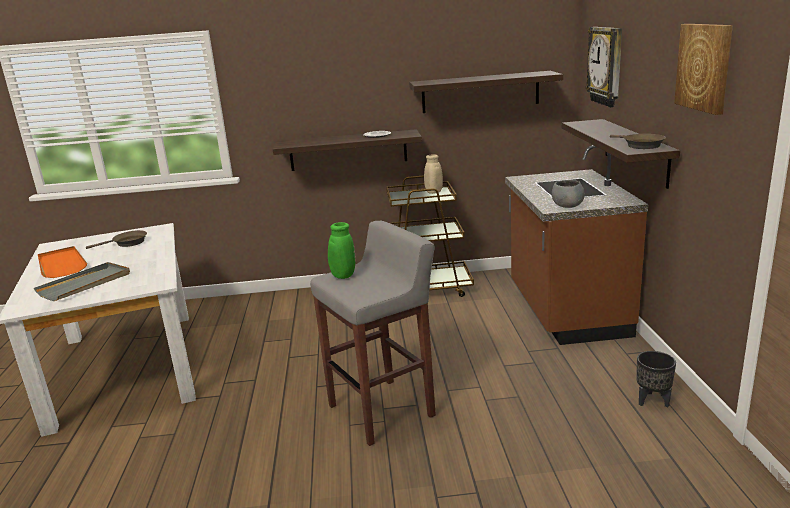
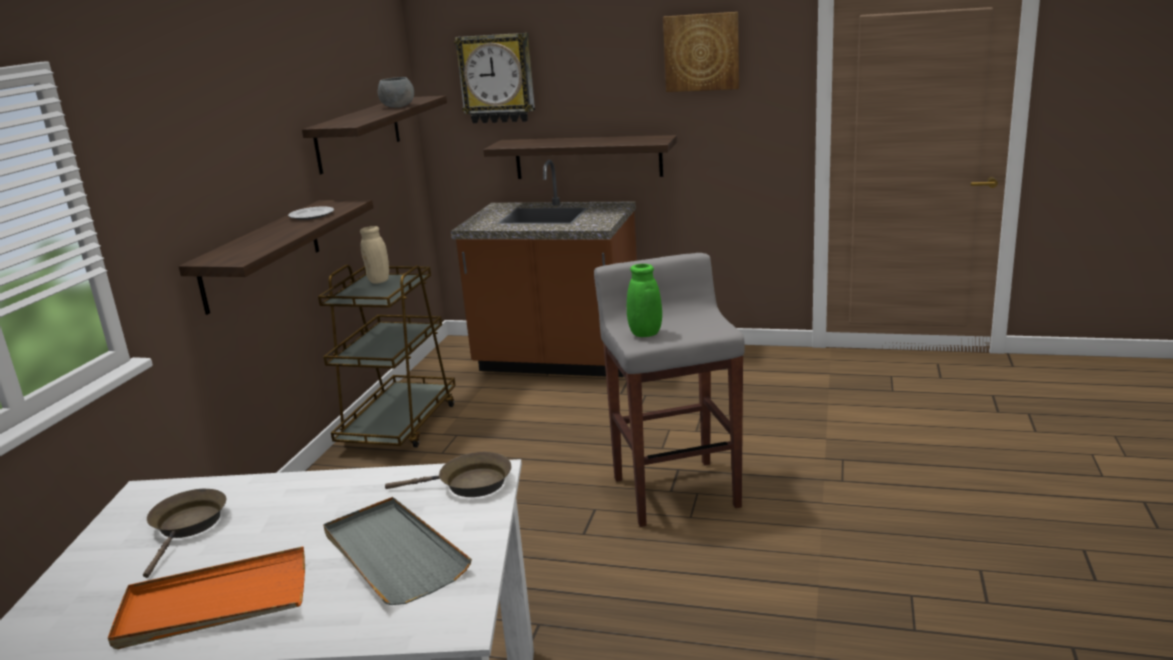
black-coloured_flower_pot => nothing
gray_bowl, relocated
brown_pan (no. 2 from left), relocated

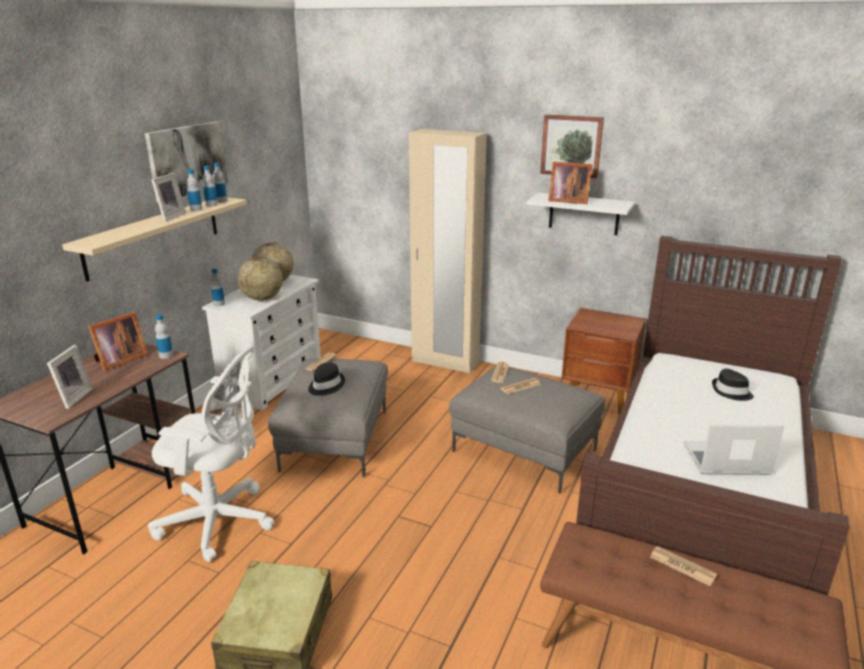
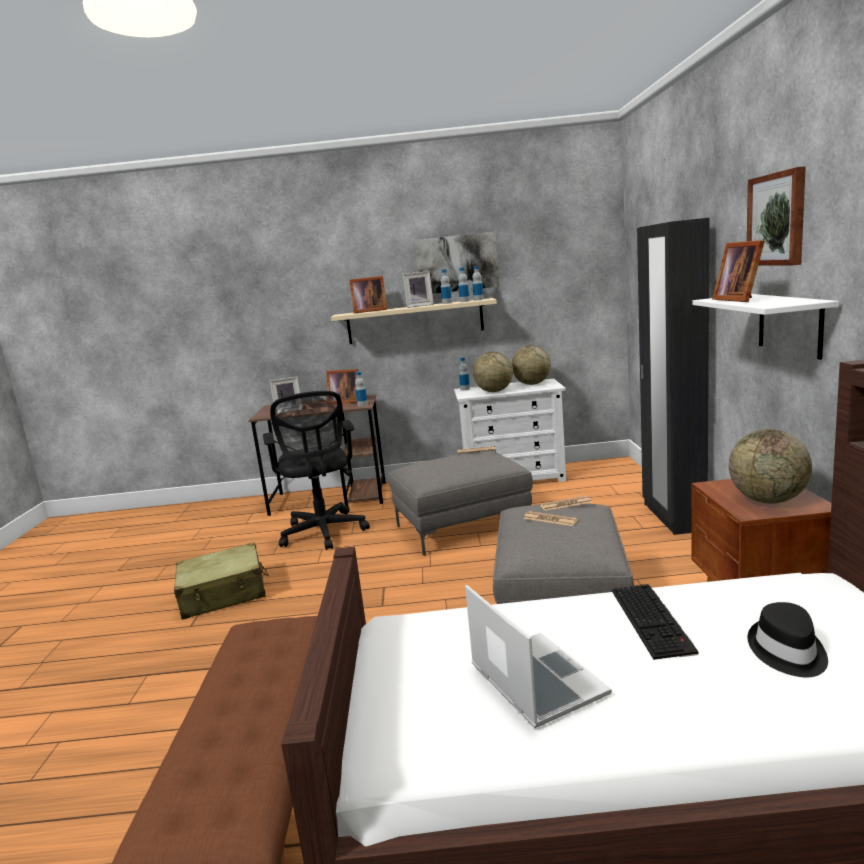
black-coloured_wearable_hat (no. 1 from left) => nothing
printed_paper (no. 4 from left) => nothing
nothing => picture_frame (no. 3 from left)
nothing => keyboard
nothing => globe (no. 3 from left)
white-coloured_office_chair => black-coloured_office_chair
sand-coloured_armoire => black-coloured_armoire

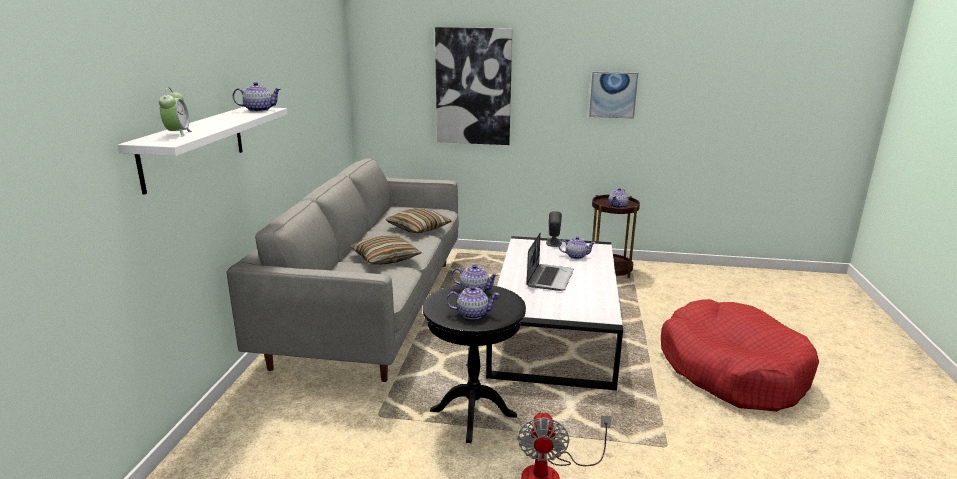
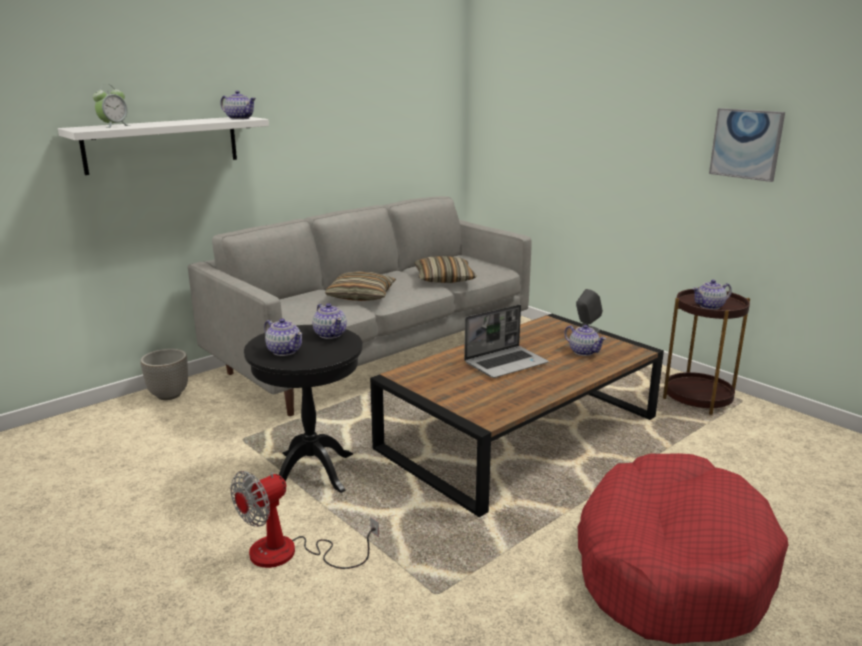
wall_picture (no. 1 from left) => nothing
nothing => flower_pot
white-coloured_low_table => brown_low_table

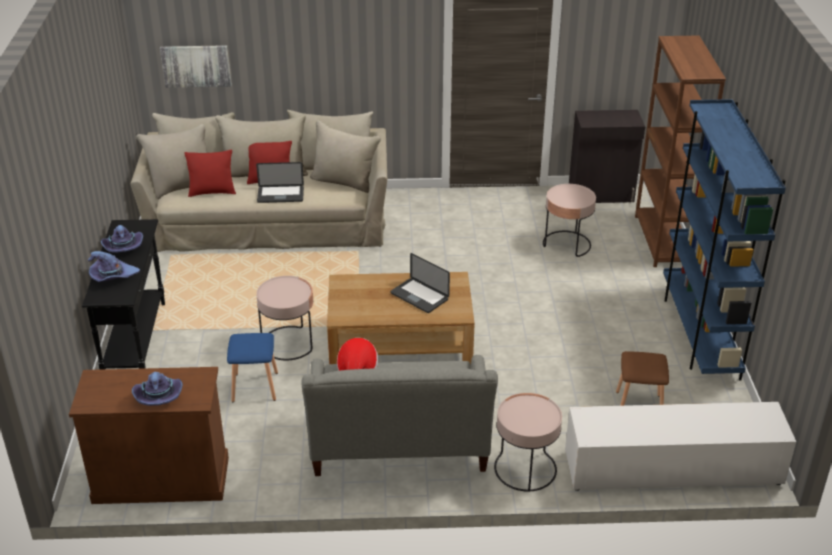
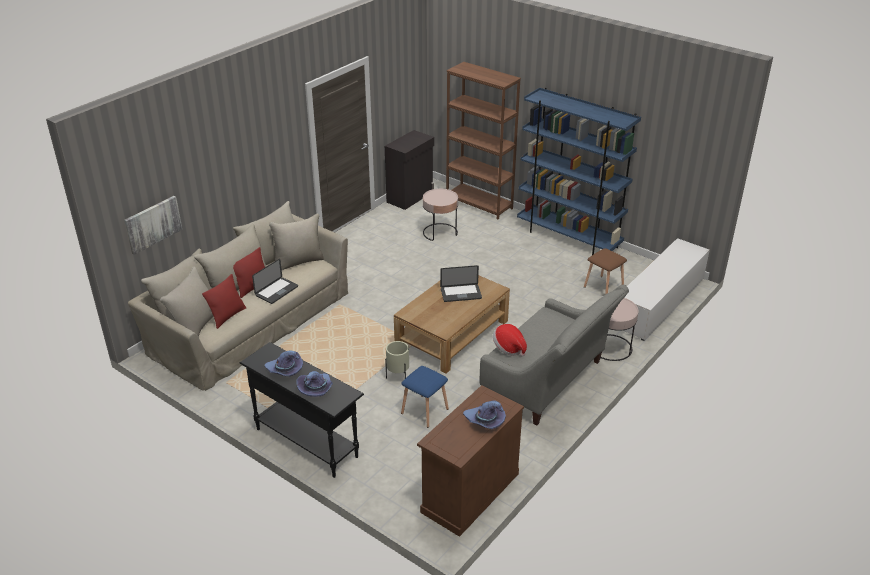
pinkish_end_table (no. 1 from left) => sand-coloured_flower_pot

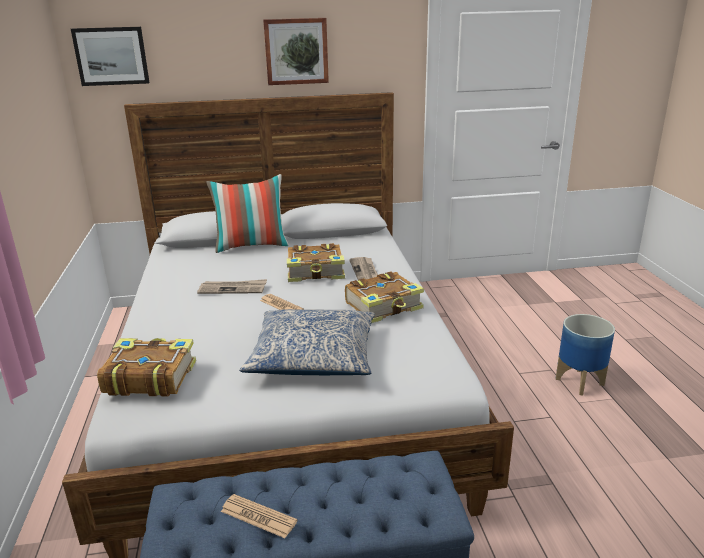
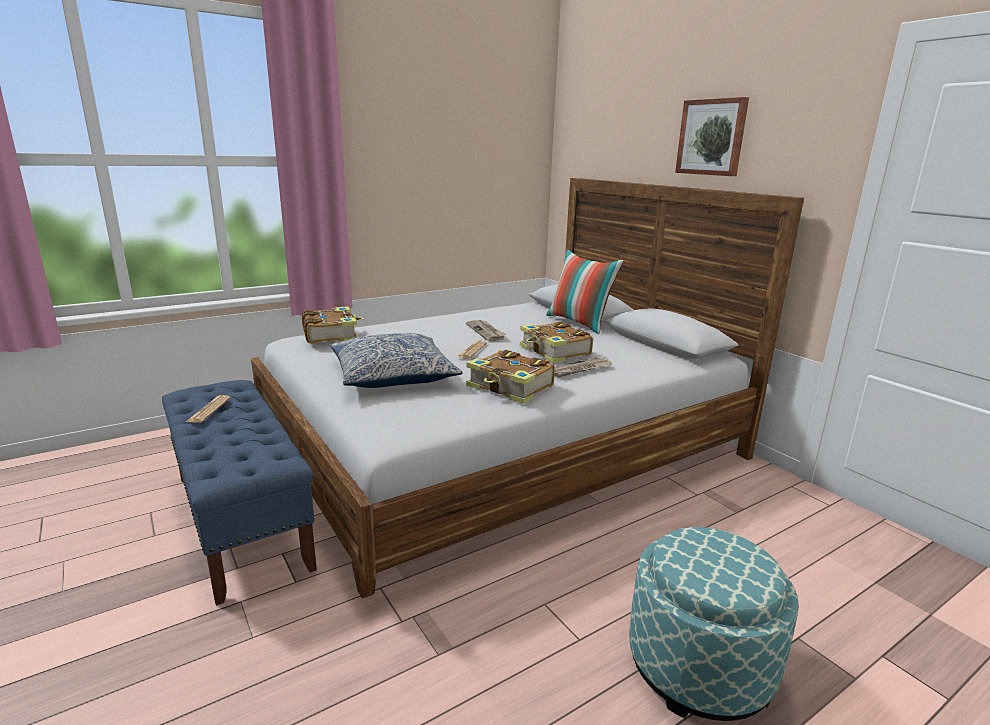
wall_picture (no. 1 from left) => nothing
flower_pot => ottoman

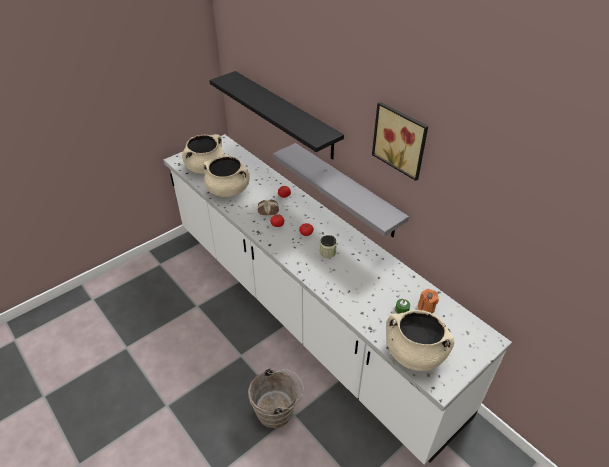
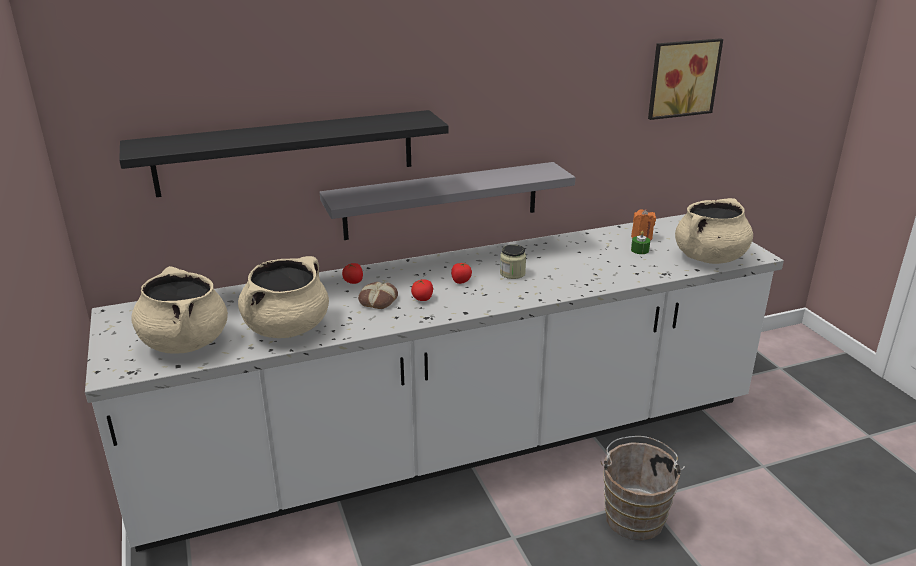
wall_picture, relocated

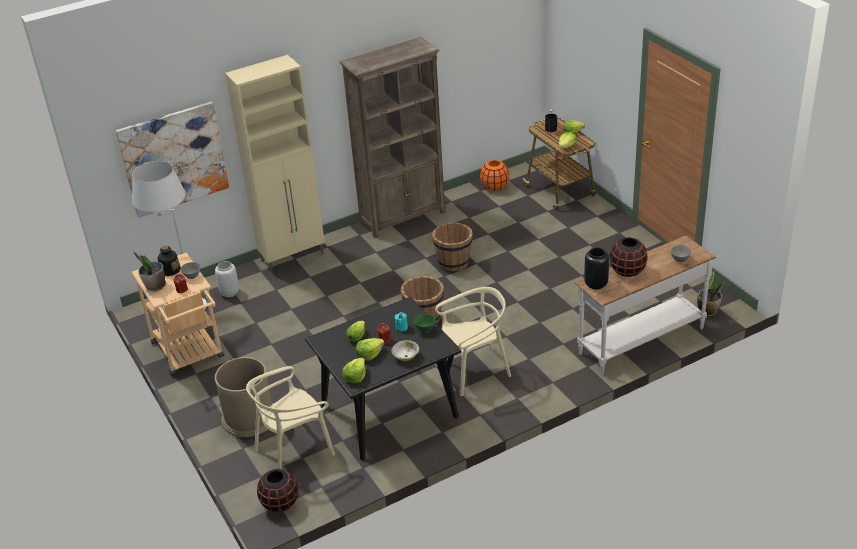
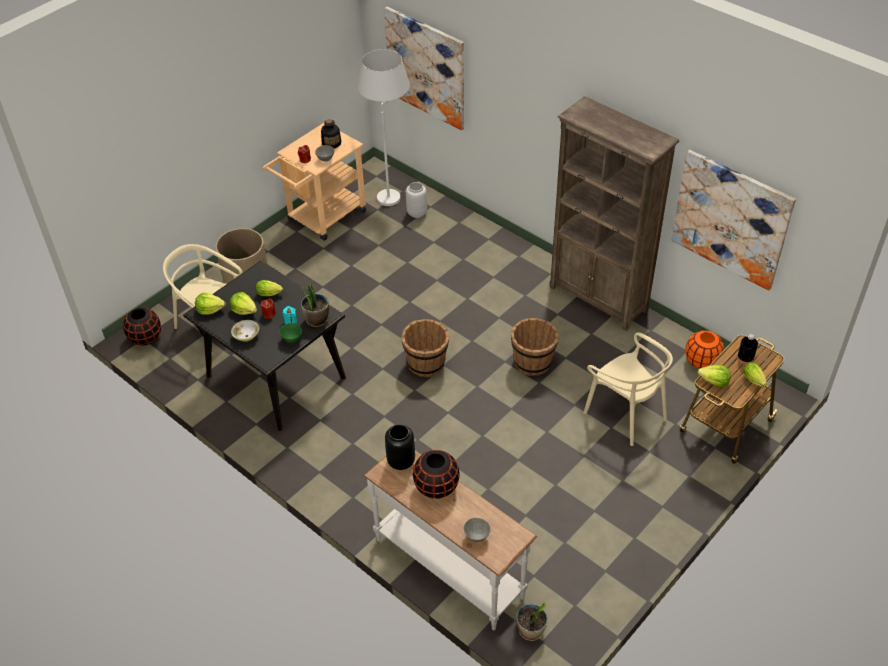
sand-coloured_cabinet => nothing
nothing => wall_picture (no. 2 from left)
potted_plant (no. 1 from left), relocated
sand-coloured_upright_chair (no. 2 from left), relocated

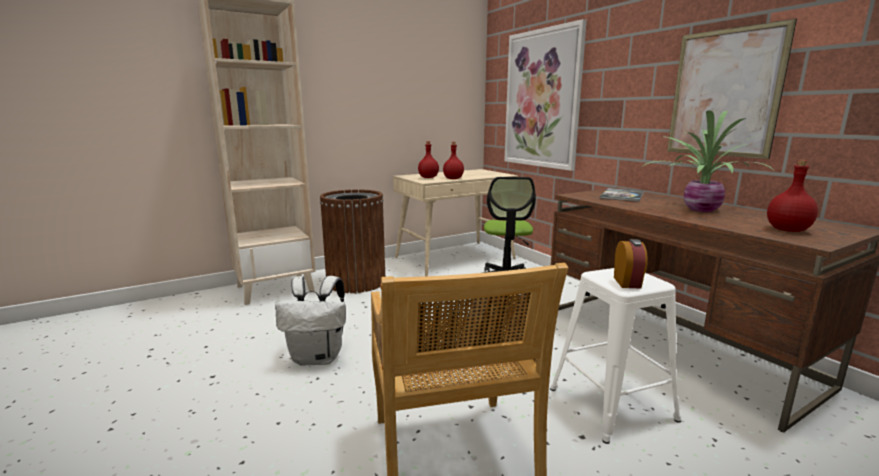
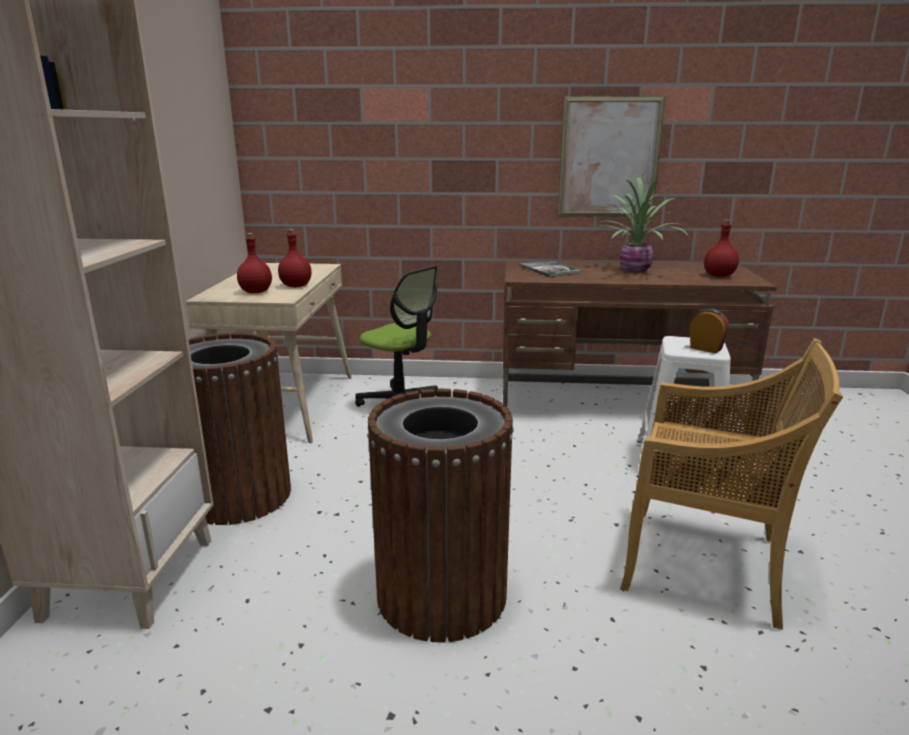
wall_picture (no. 1 from left) => nothing
white-coloured_rucksack => brown_trash_can (no. 2 from left)

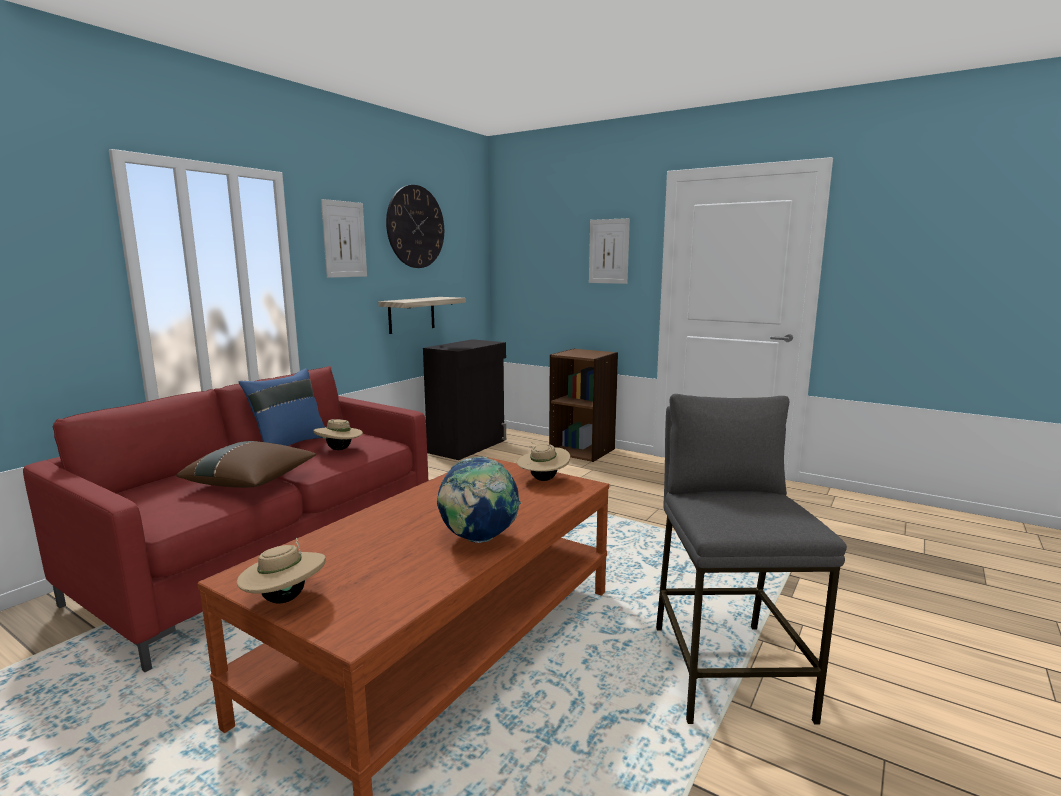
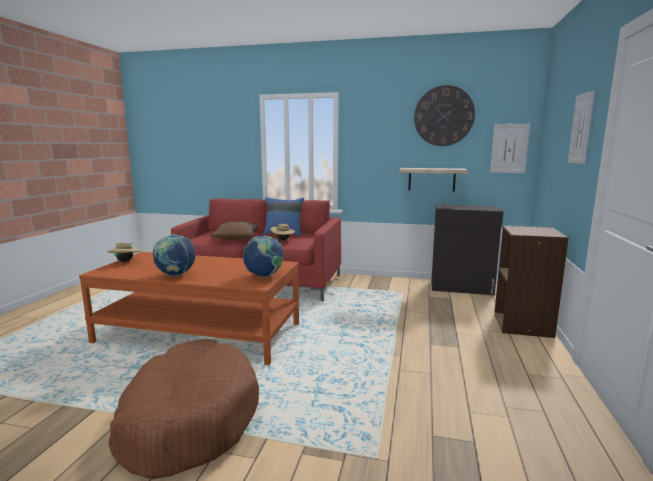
wall_picture (no. 1 from left), relocated
sand-coloured_wearable_hat (no. 3 from left) => globe (no. 2 from left)
gray_sitting_stool => brown_pet_bed

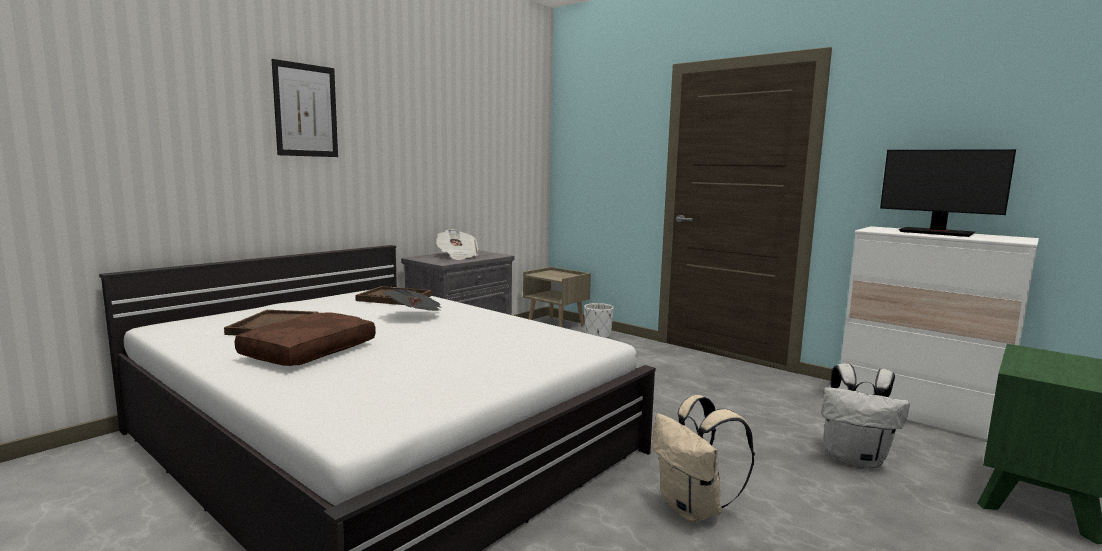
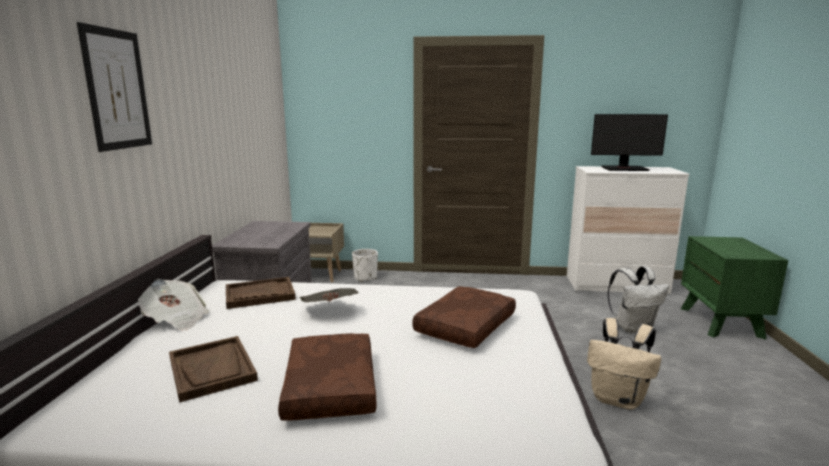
nothing => brown_pillow (no. 2 from left)
printed_paper (no. 2 from left in the first image) => printed_paper (no. 1 from left), relocated

